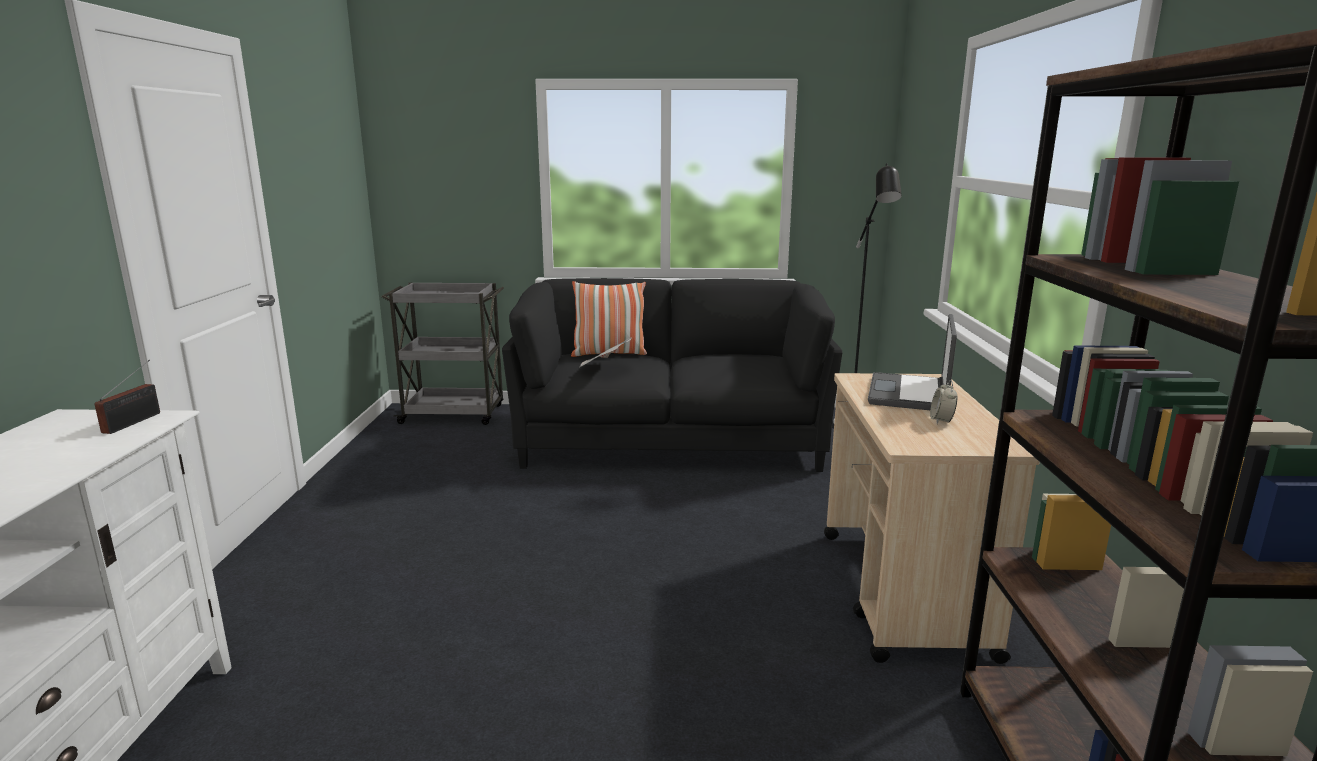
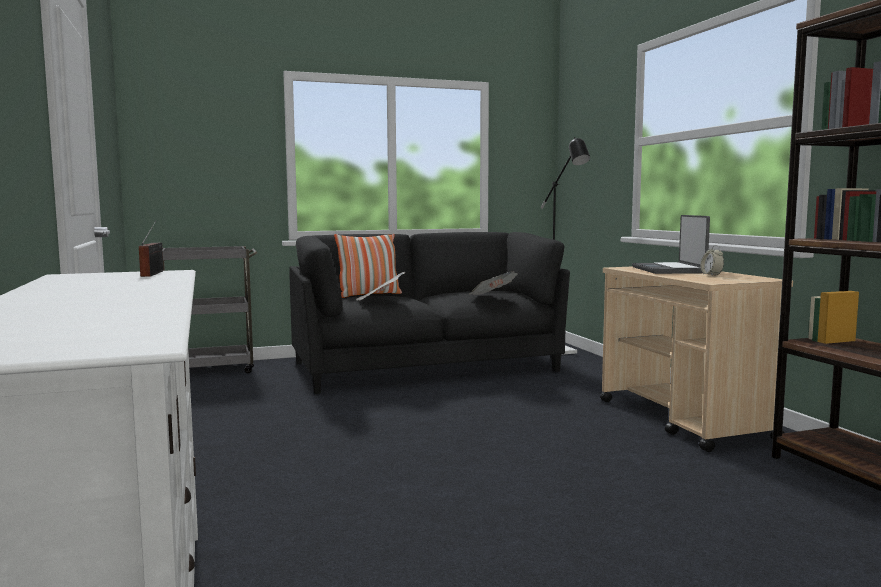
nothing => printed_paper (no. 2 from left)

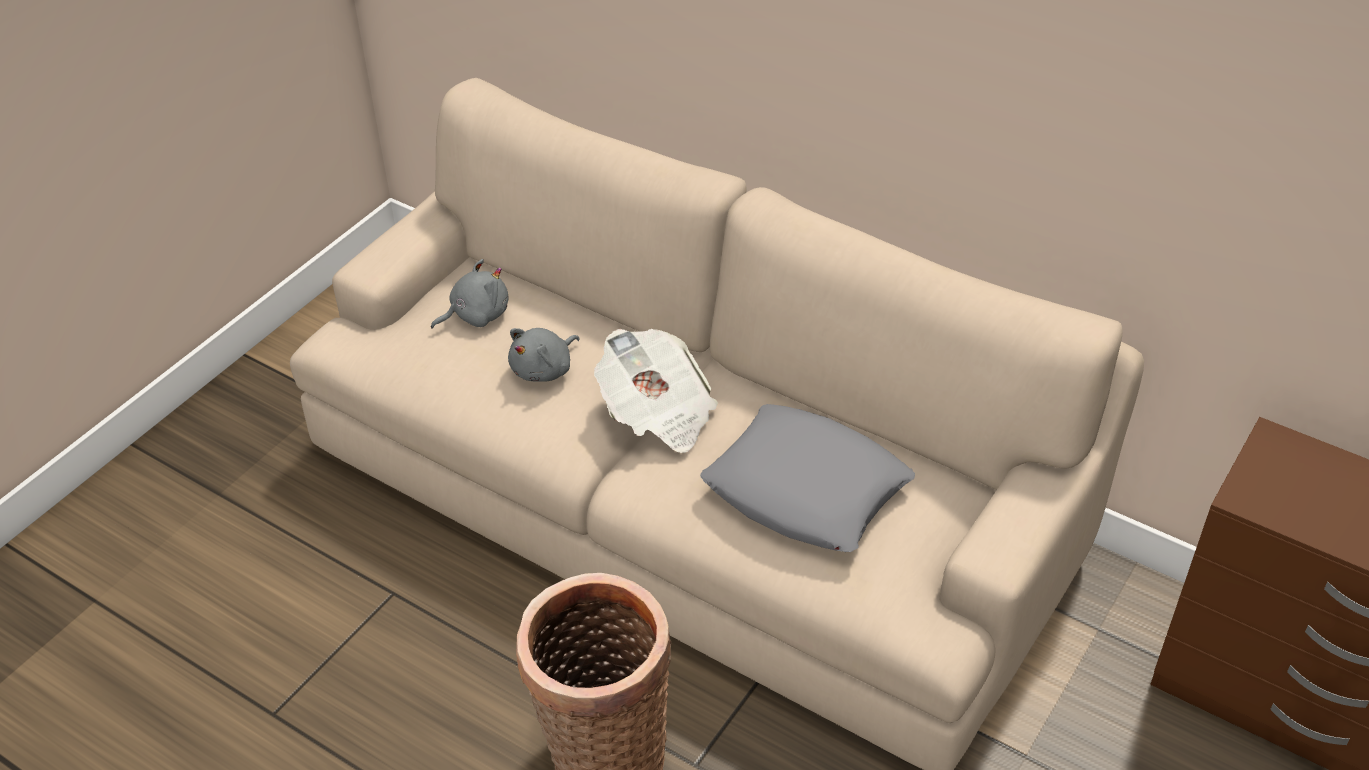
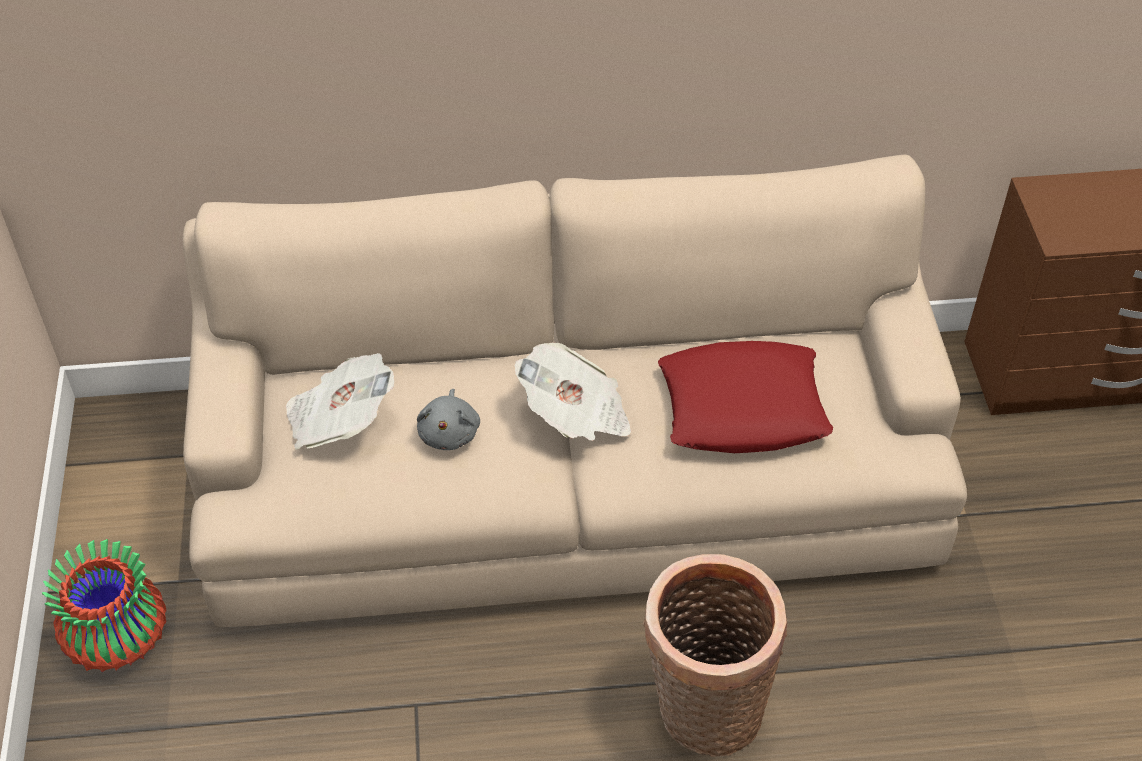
nothing => decorative_vase
gray_cuddly_toy (no. 1 from left) => printed_paper (no. 1 from left)
gray_pillow => red-coloured_pillow

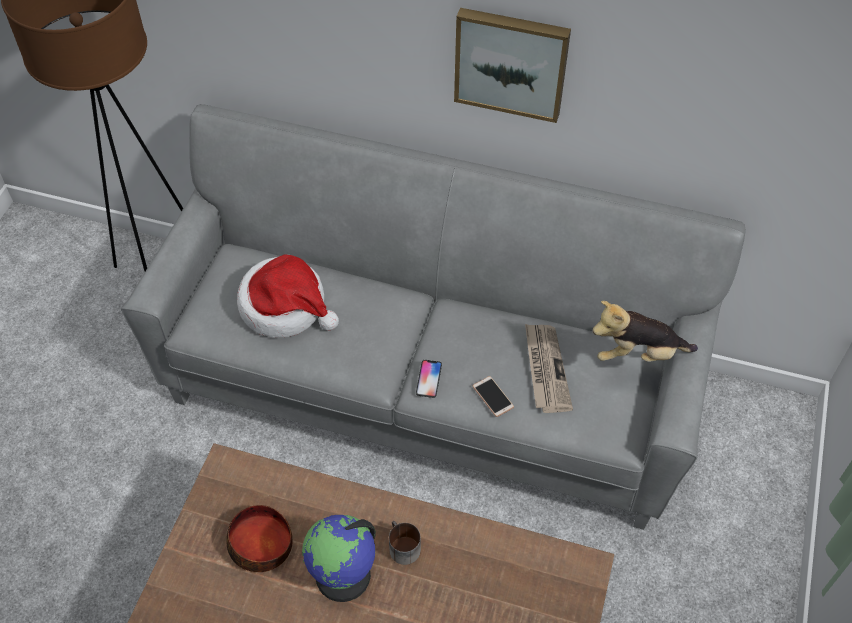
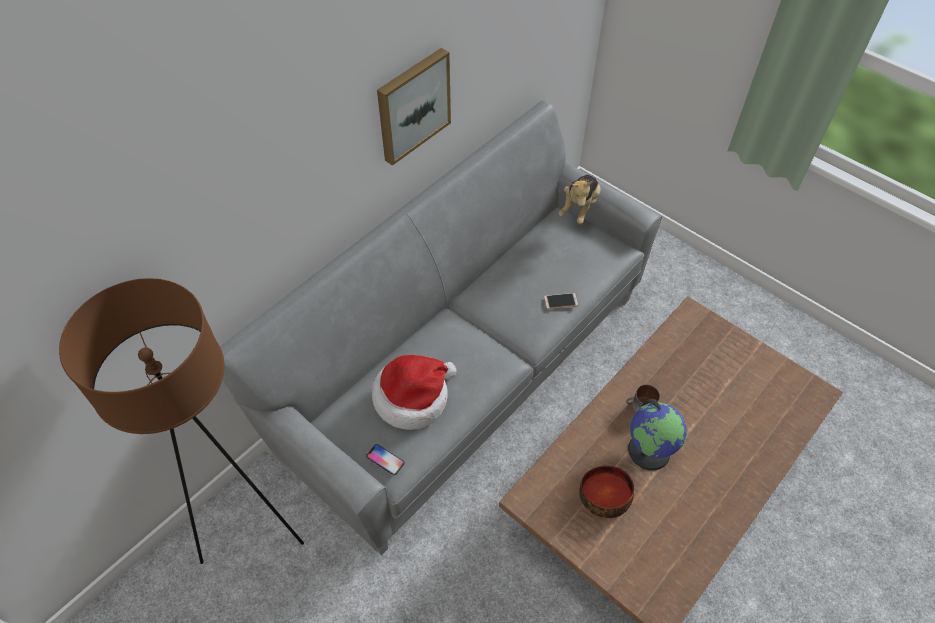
printed_paper => nothing
telephone (no. 1 from left), relocated

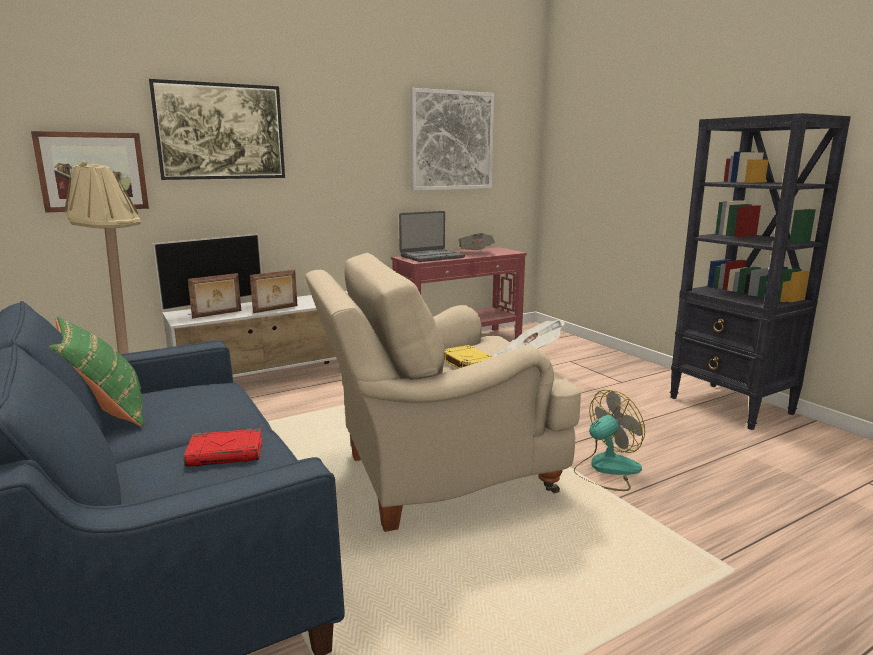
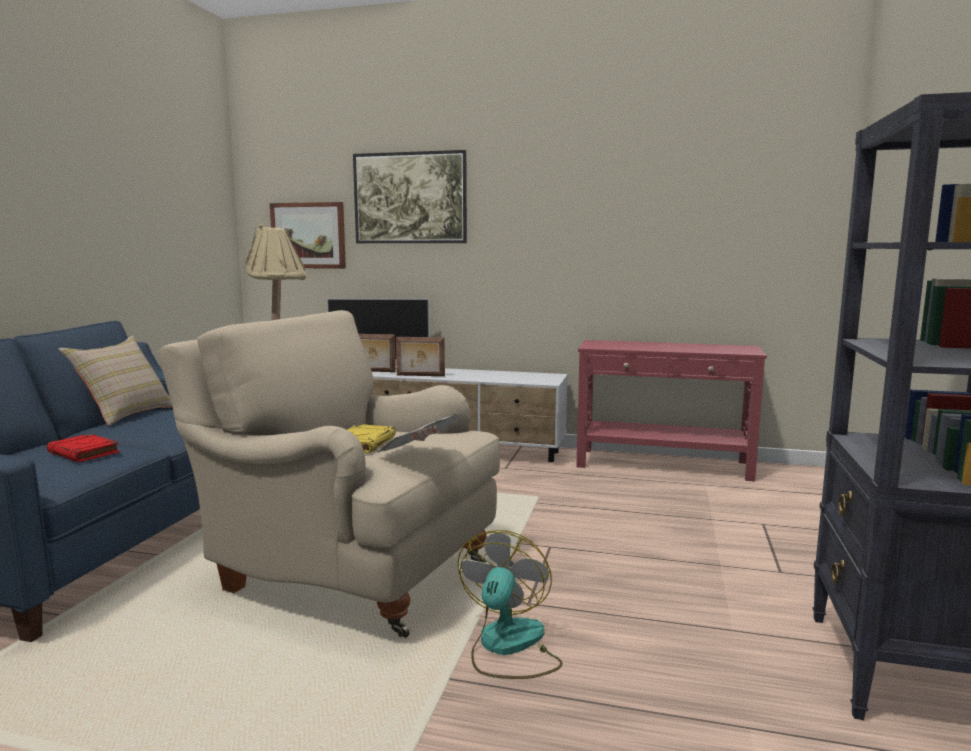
laptop => nothing
wall_picture (no. 3 from left) => nothing
printed_paper (no. 1 from left) => nothing
greenish_pillow => sand-coloured_pillow
fan, 90 degrees counterclockwise

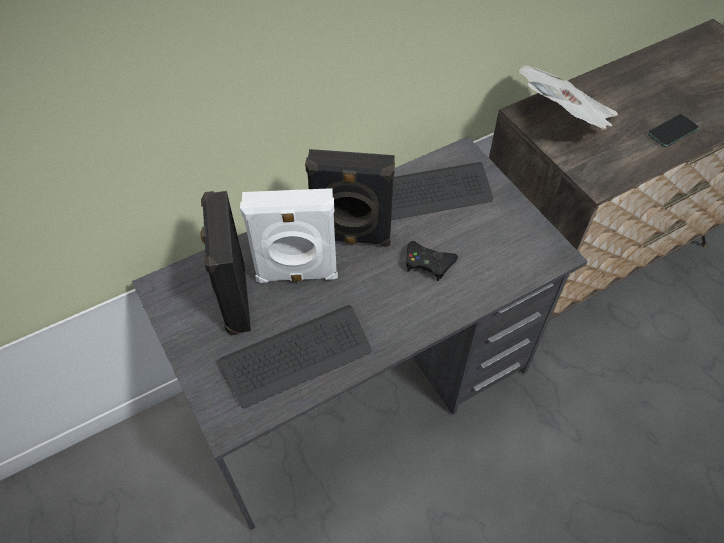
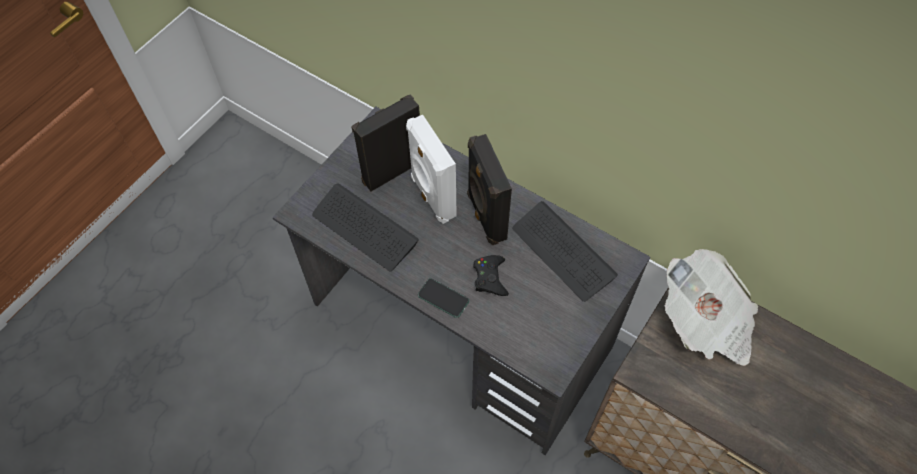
telephone, relocated

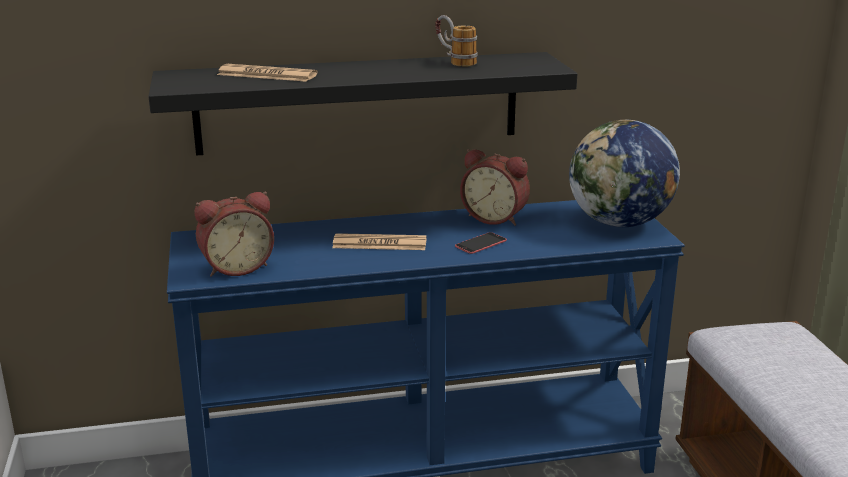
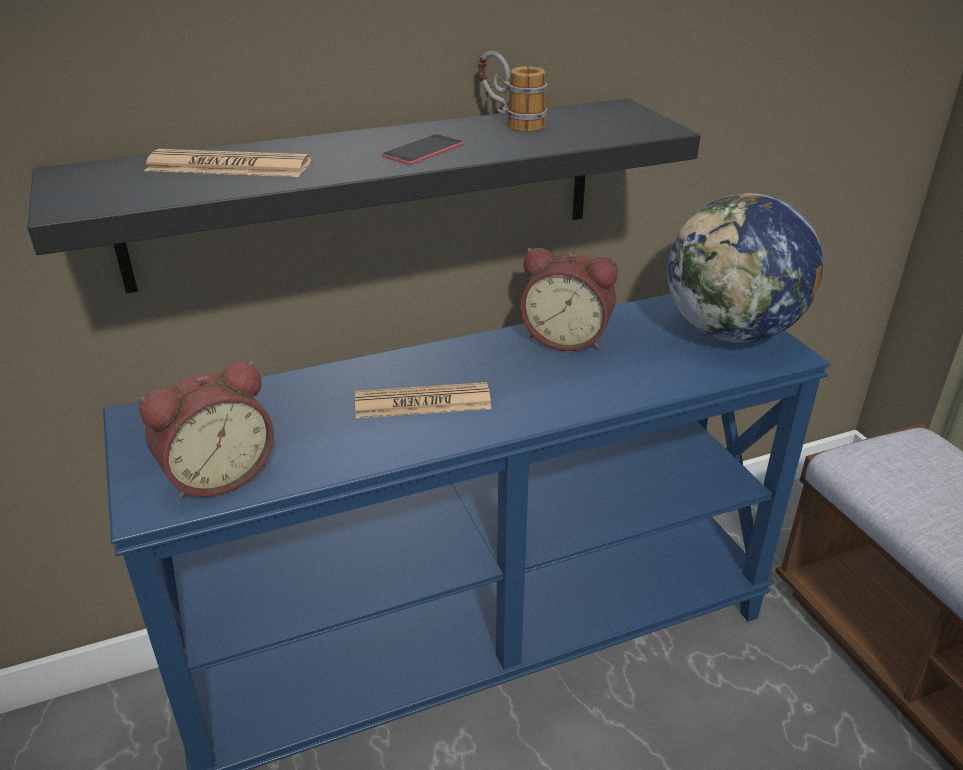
telephone, relocated

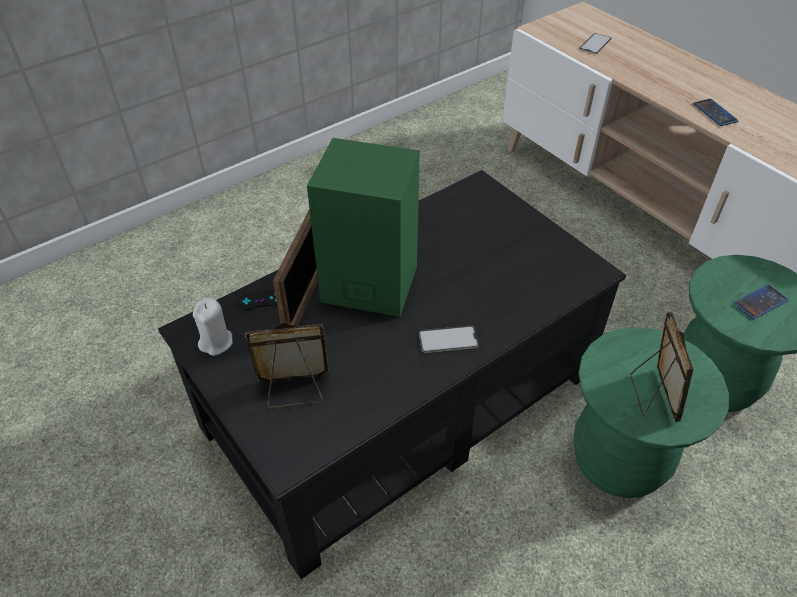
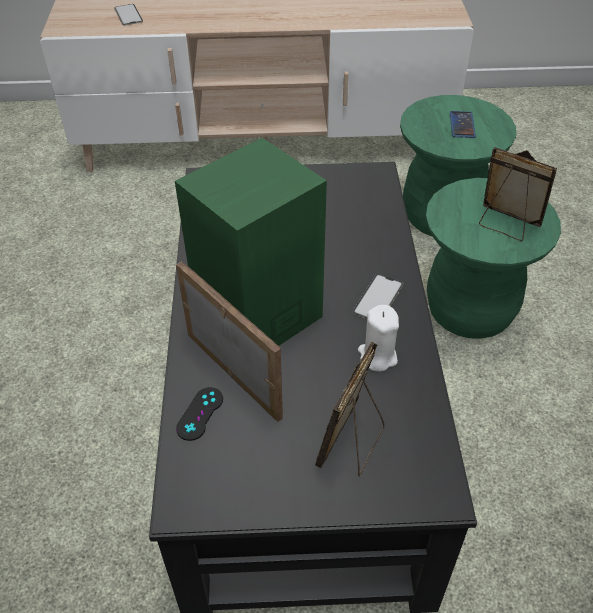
telephone (no. 3 from left) => nothing
white-coloured_wax_light, relocated

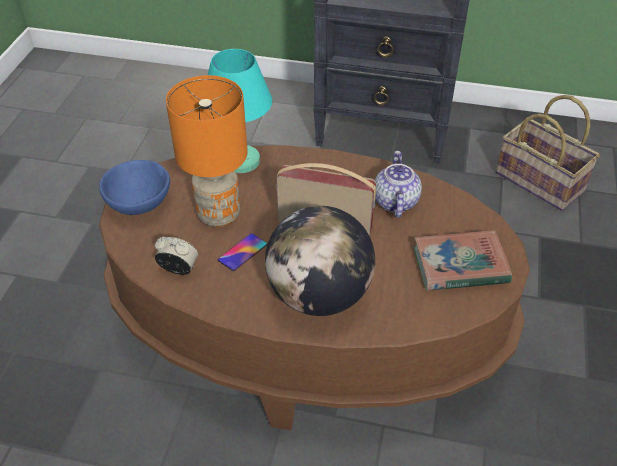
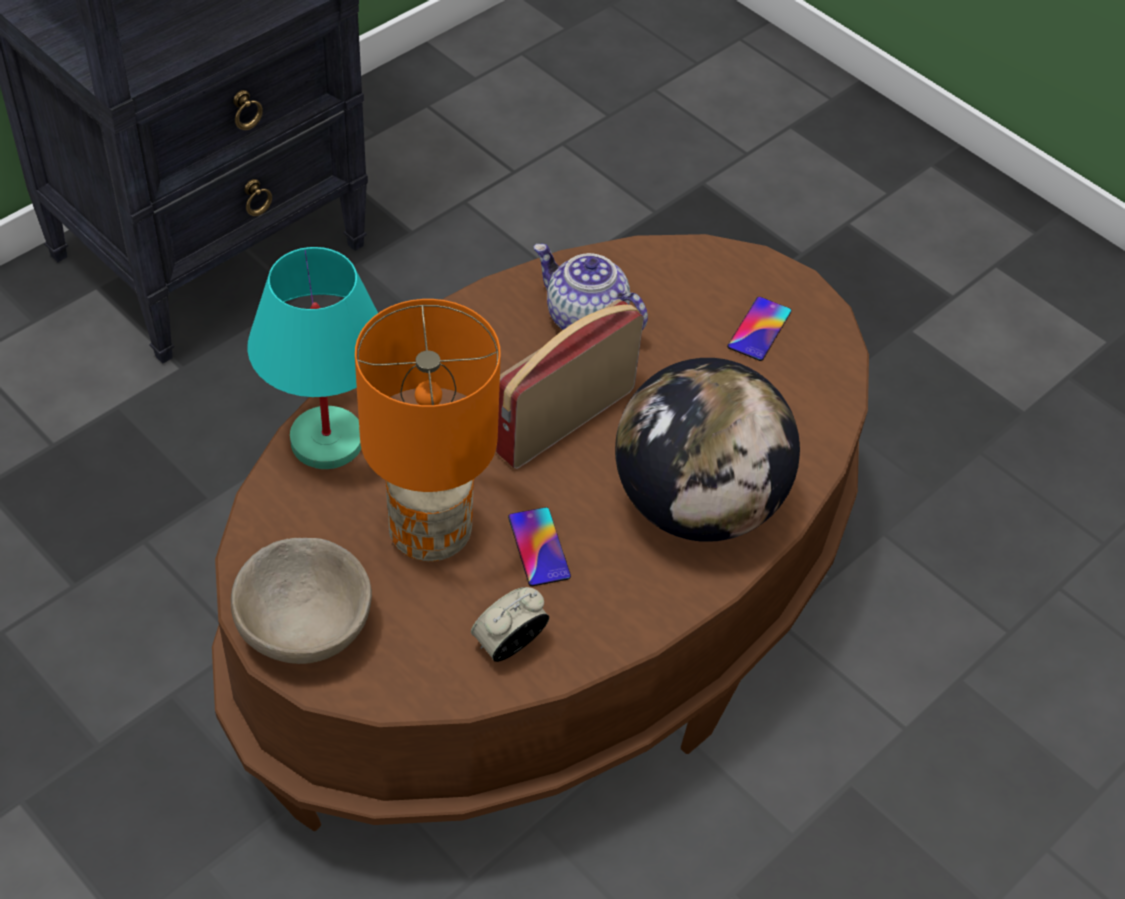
storage_basket => nothing
bound_book => telephone (no. 2 from left)
bluish_bowl => sand-coloured_bowl

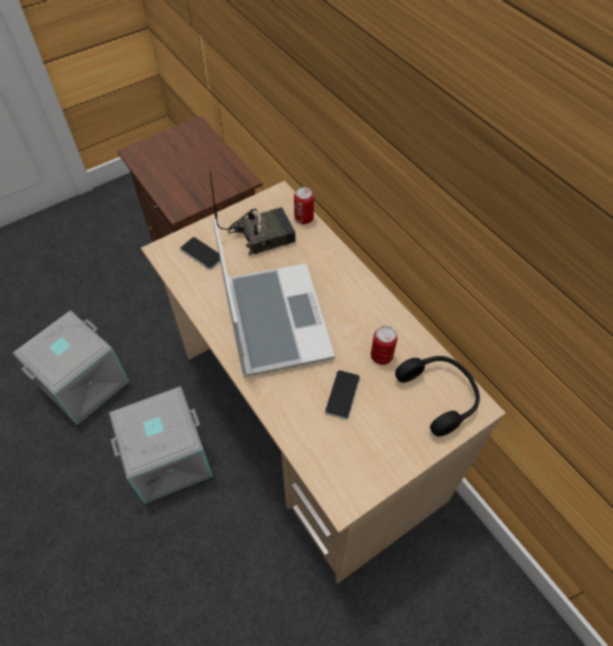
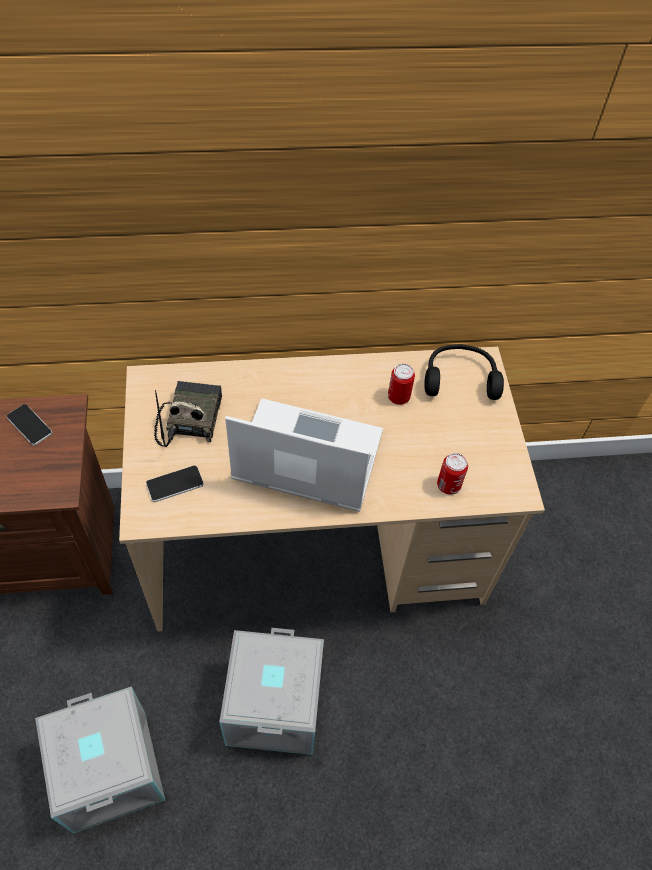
can (no. 1 from left in the first image) => can (no. 2 from left), relocated
telephone (no. 2 from left in the first image) => telephone (no. 1 from left), relocated

